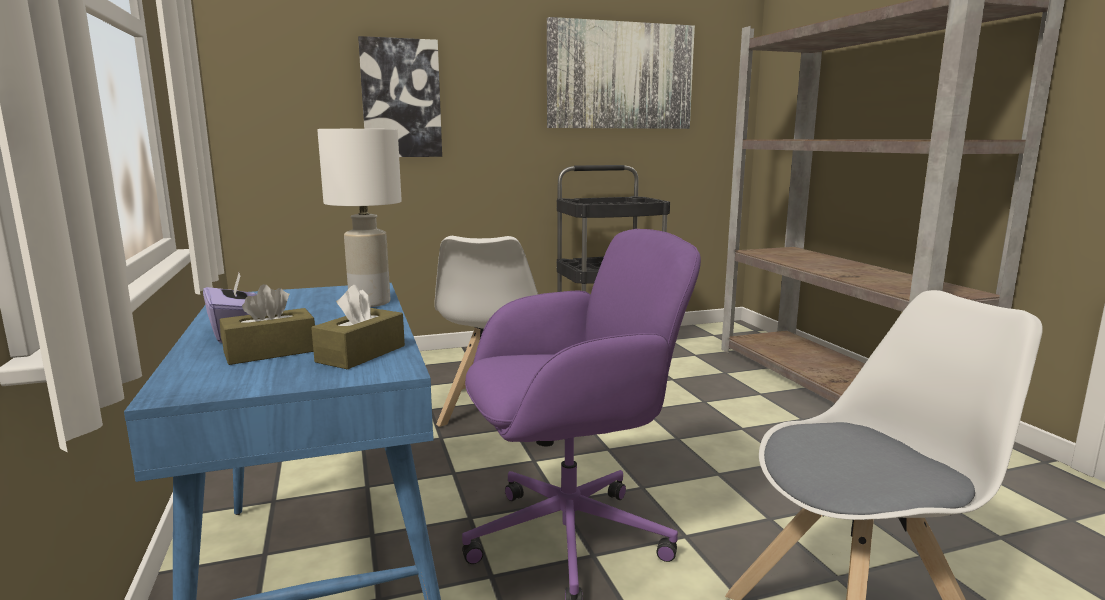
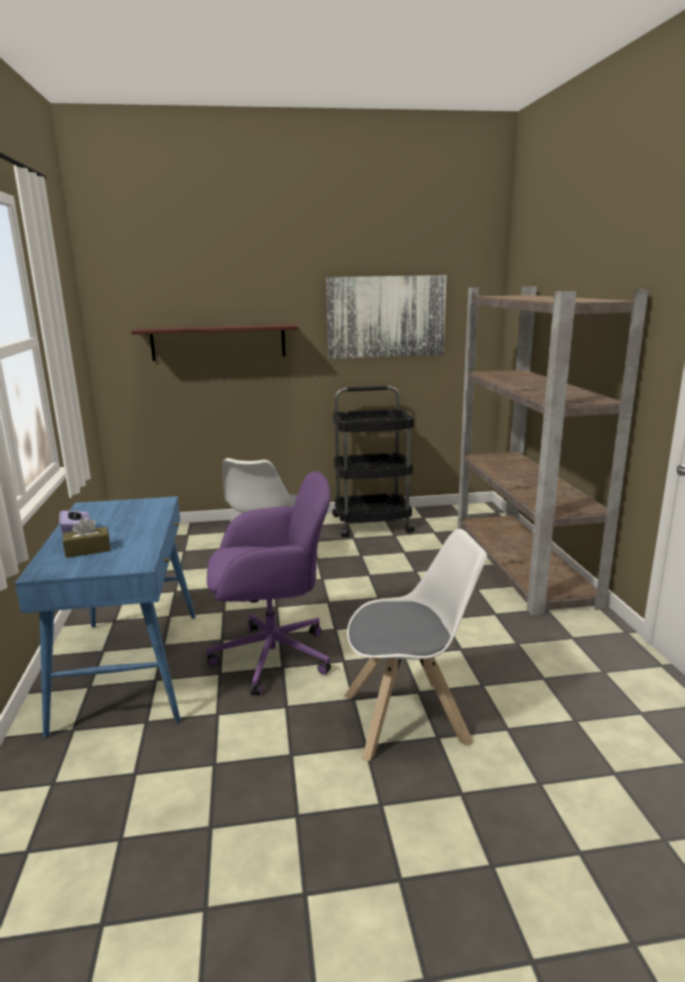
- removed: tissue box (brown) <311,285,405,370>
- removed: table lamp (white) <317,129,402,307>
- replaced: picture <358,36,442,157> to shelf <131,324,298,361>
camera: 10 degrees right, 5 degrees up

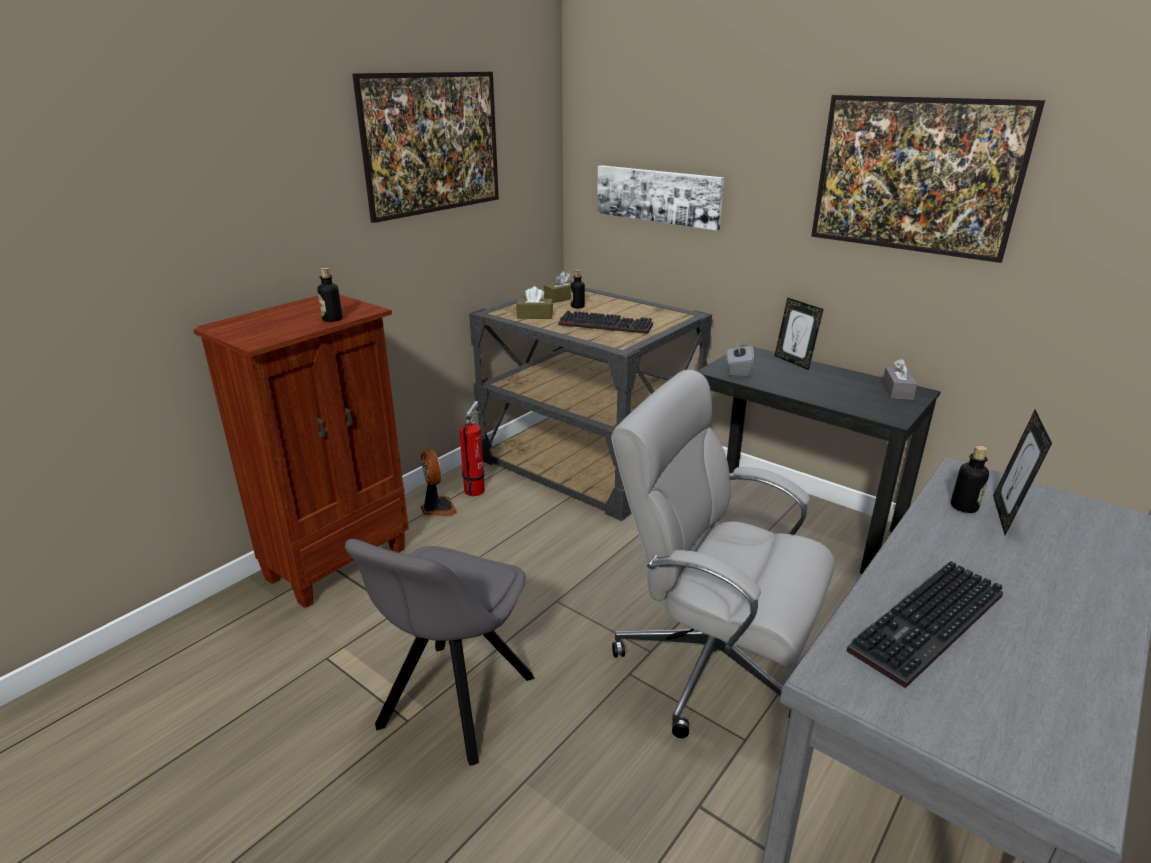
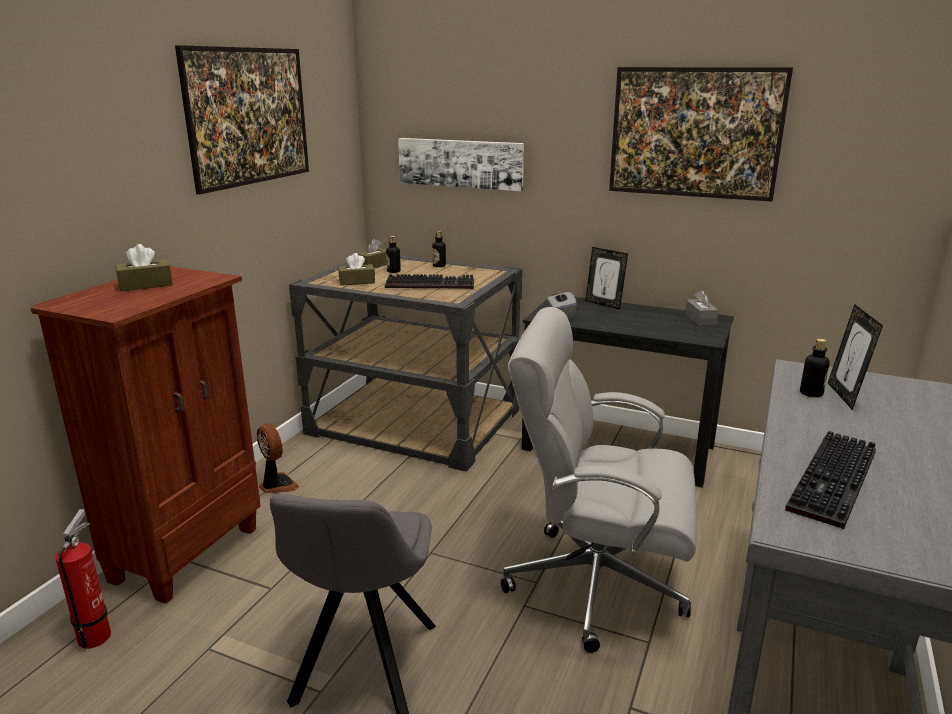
- moved: bottle <317,268,342,322> to <432,231,446,267>
- moved: fire extinguisher <459,401,485,496> to <55,509,111,649>
- added: tissue box (brown) <116,244,173,291>
camera: 15 degrees left, 5 degrees down

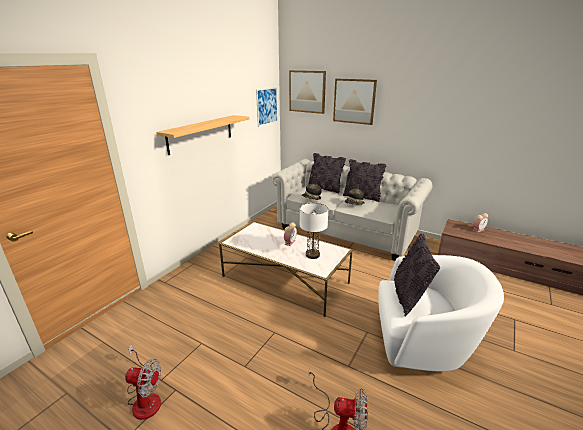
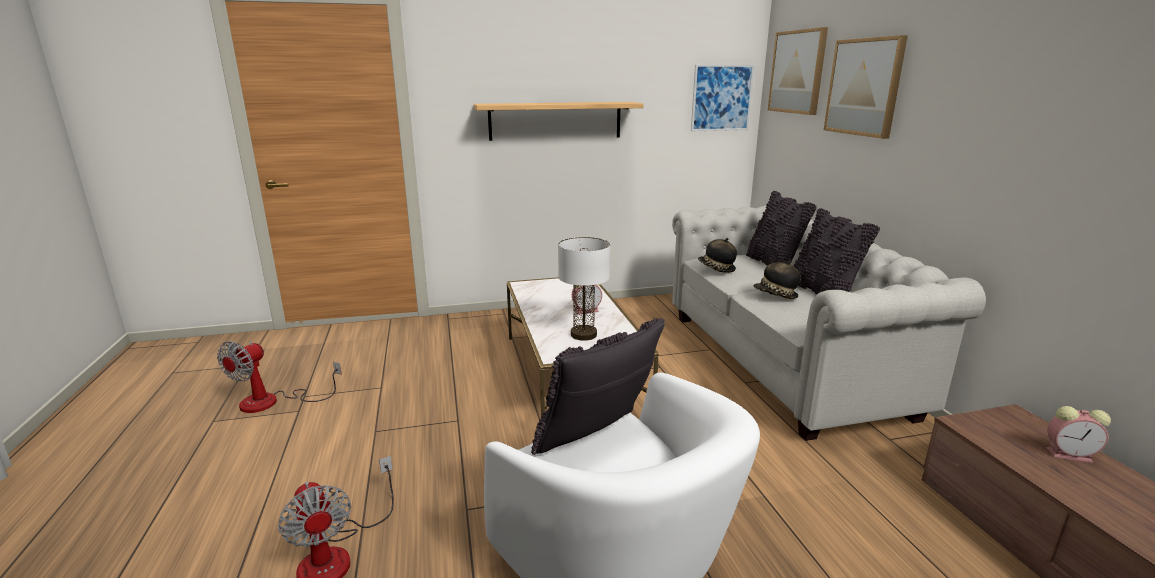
- turned: fan <125,344,161,420> = <217,341,342,413> 60 degrees clockwise
camera: 45 degrees right, 5 degrees down

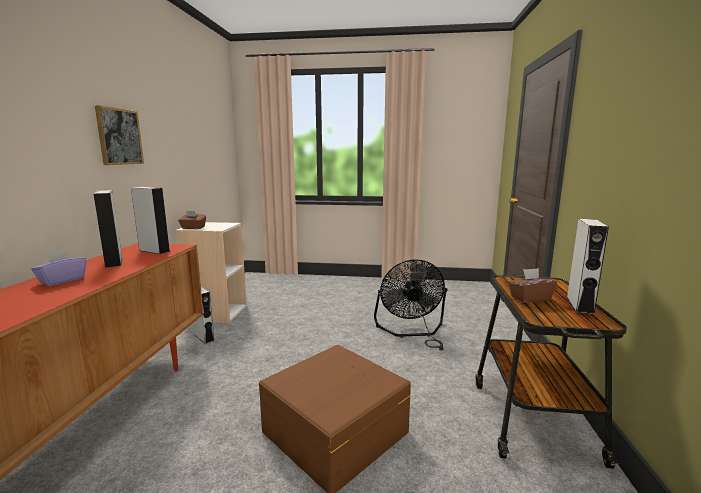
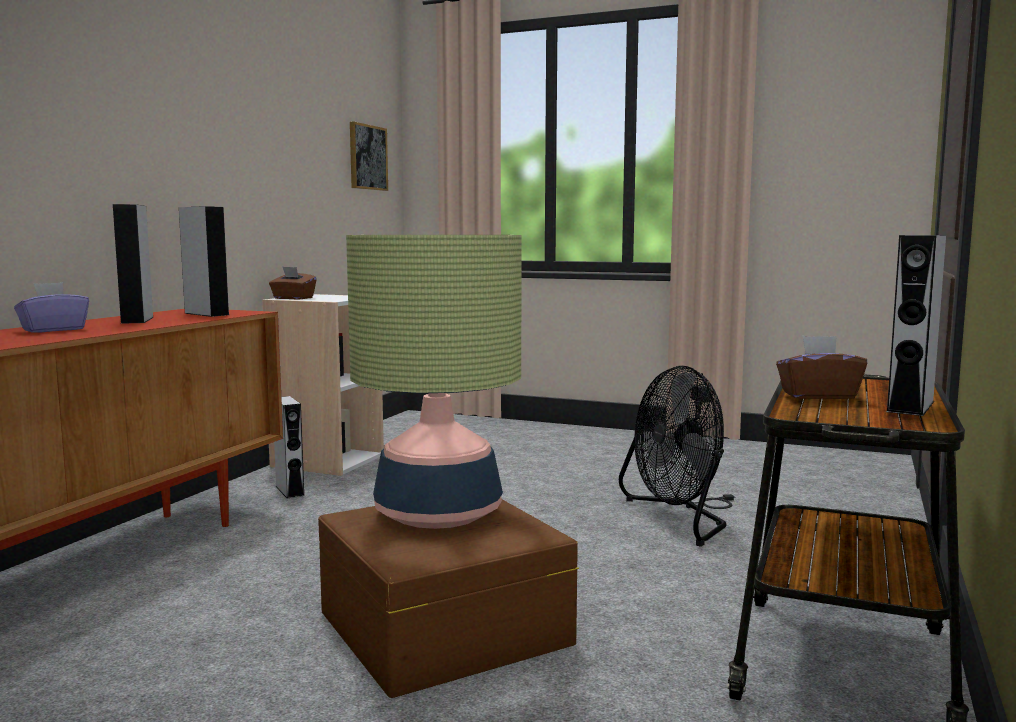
- moved: picture <95,105,144,165> to <350,121,388,191>
- turned: fan (black) <374,260,447,350> = <619,366,736,547> 120 degrees counterclockwise
- added: table lamp <346,235,522,529>
camera: 15 degrees right, 5 degrees down

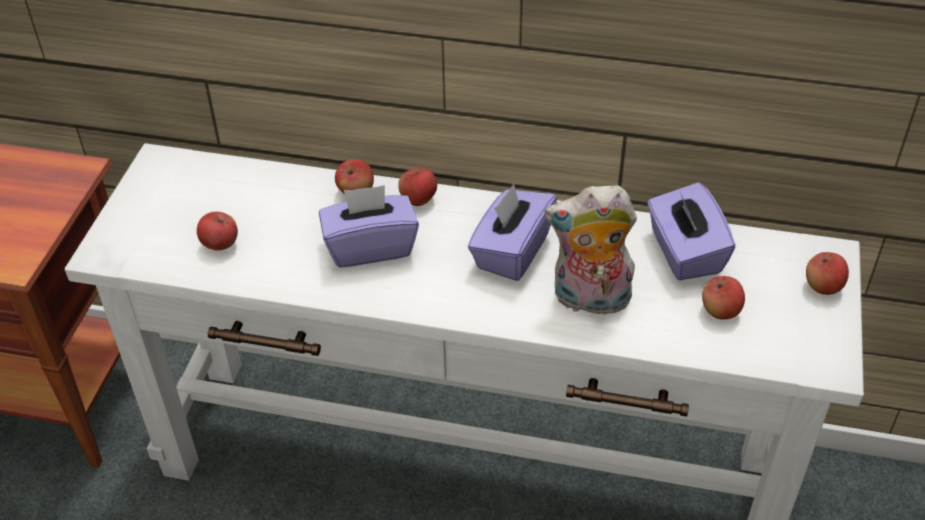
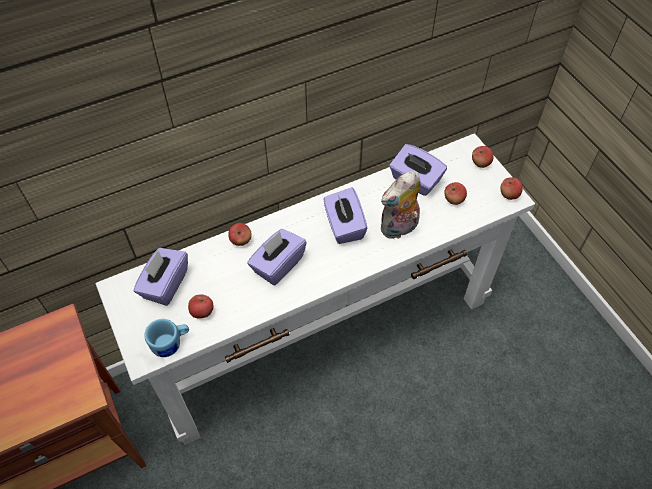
- moved: apple <398,167,437,206> to <500,177,523,200>
- added: tissue box (purple) <133,248,188,306>
- added: mug (blue) <144,319,189,357>
camera: 40 degrees left, 10 degrees up

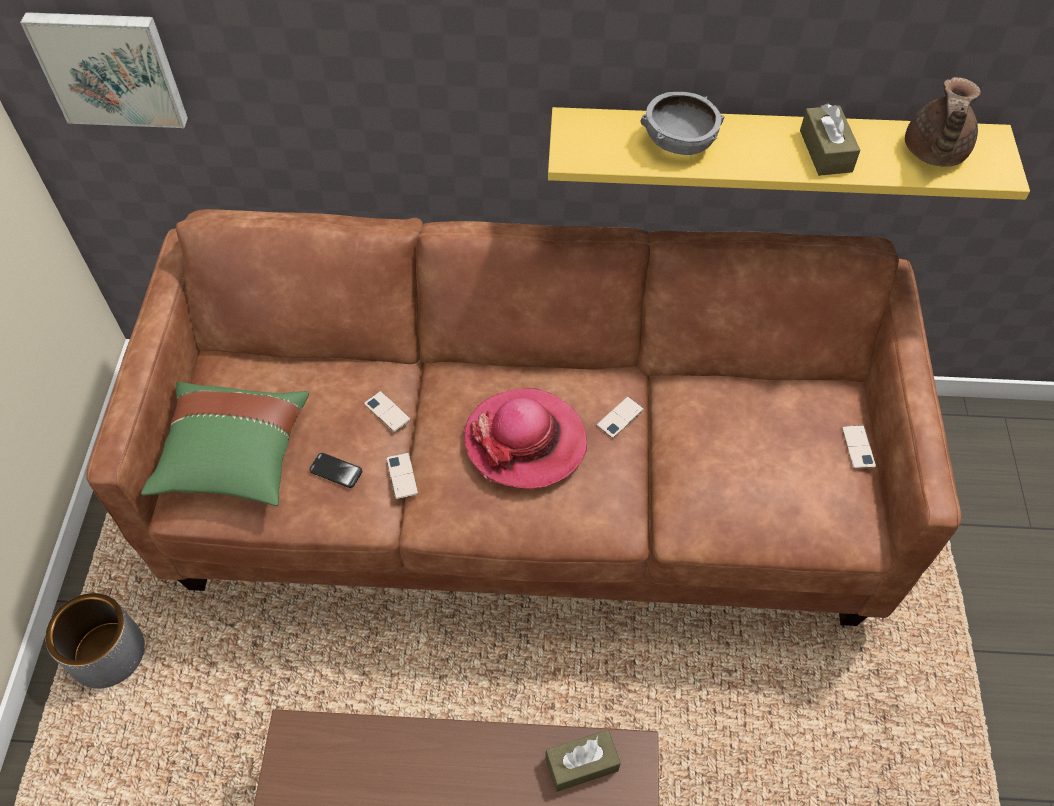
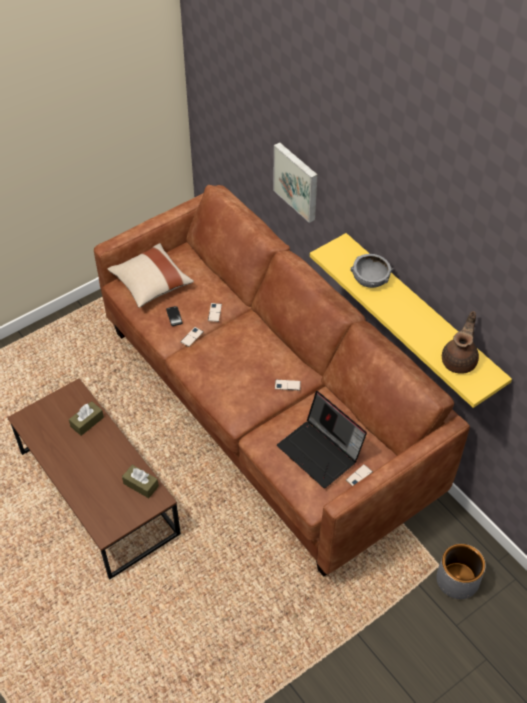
- moved: picture <20,12,188,128> to <273,142,318,223>
- moved: planter (grey) <45,593,145,689> to <436,543,486,599>
- recoloured: pillow (green) <141,382,309,506> to pillow (beige) <107,243,194,308>
- removed: hat <464,388,587,489>
- moved: tissue box (brown) <800,104,861,176> to <69,401,104,436>
- turned: teapot (brown) <905,77,981,167> = <442,311,479,374> 135 degrees clockwise
- added: laptop <277,391,367,488>
camera: 50 degrees right, 5 degrees down

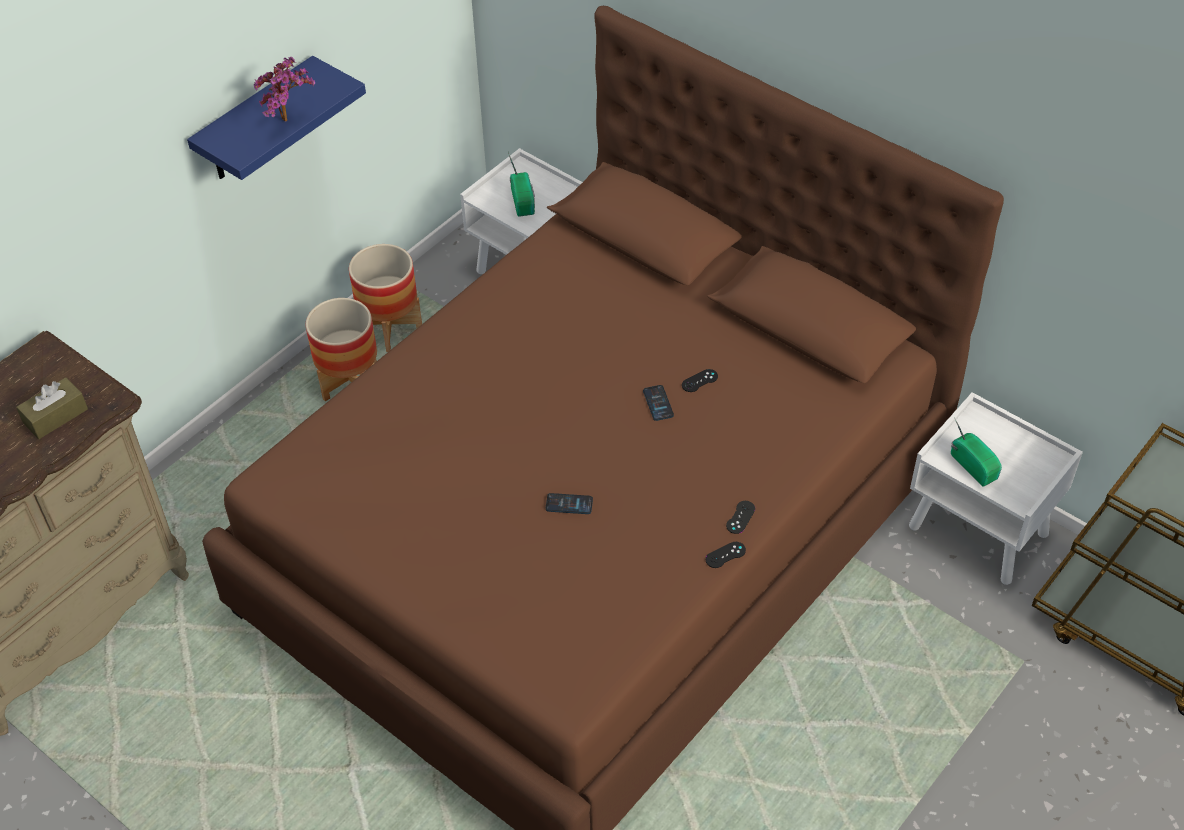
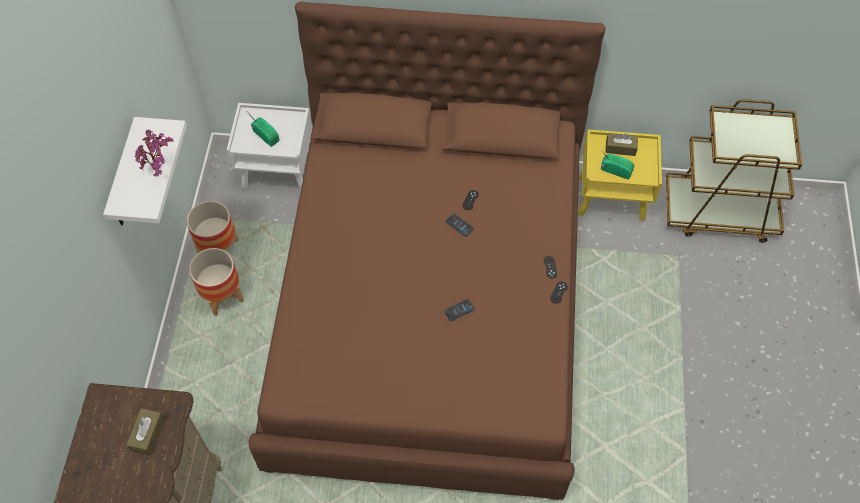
- recoloured: shelf (blue) <187,56,366,180> to shelf (white) <103,117,187,225>
- recoloured: nightstand (white) <909,392,1083,585> to nightstand (yellow) <578,129,662,221>
- added: tissue box (brown) <605,133,638,156>
camera: 35 degrees left, 10 degrees up

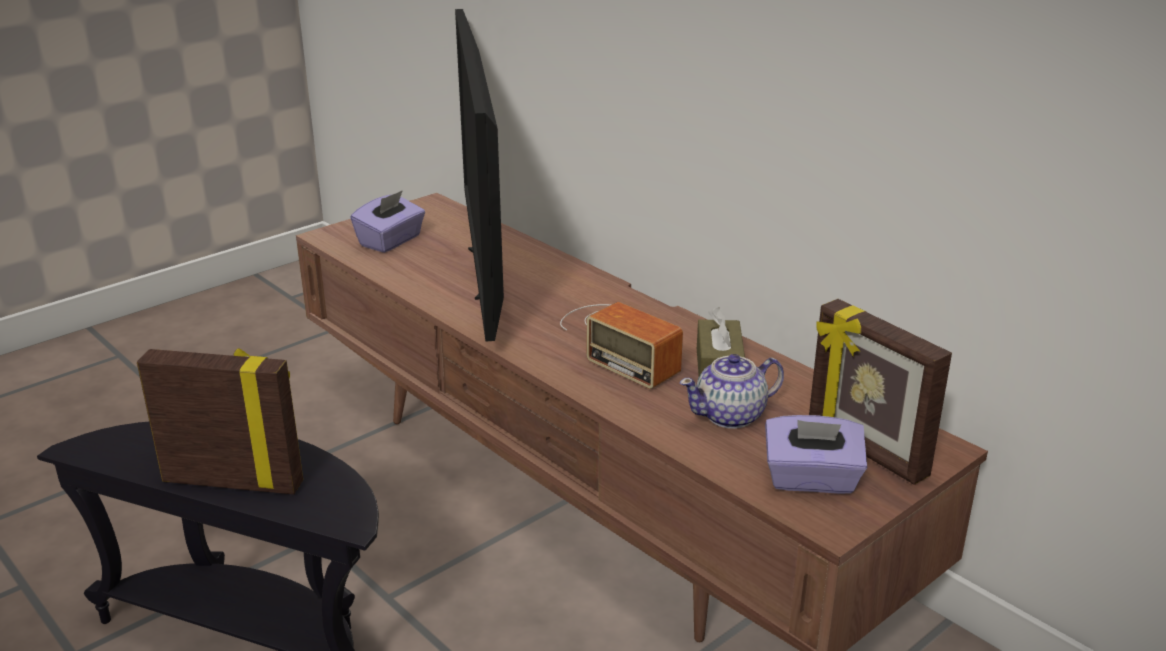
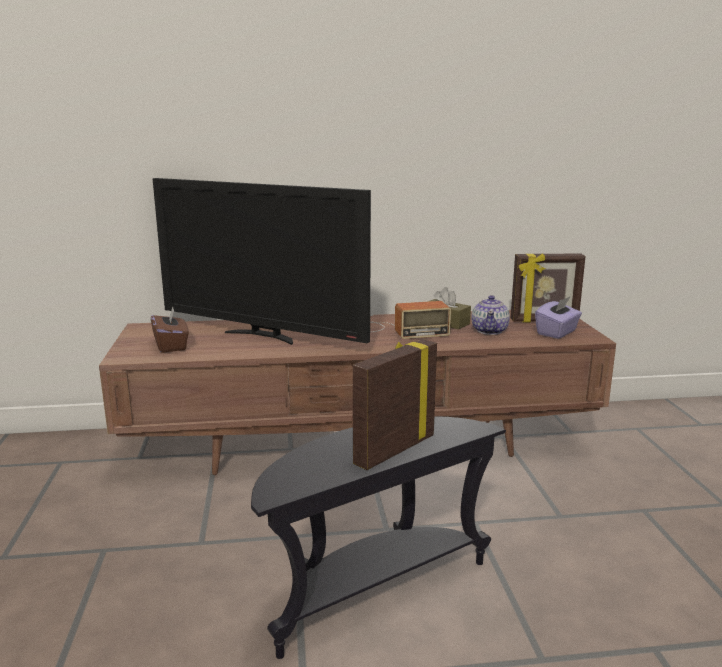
- recoloured: tissue box (purple) <350,190,425,253> to tissue box (brown) <151,307,189,353>
camera: 55 degrees left, 10 degrees down

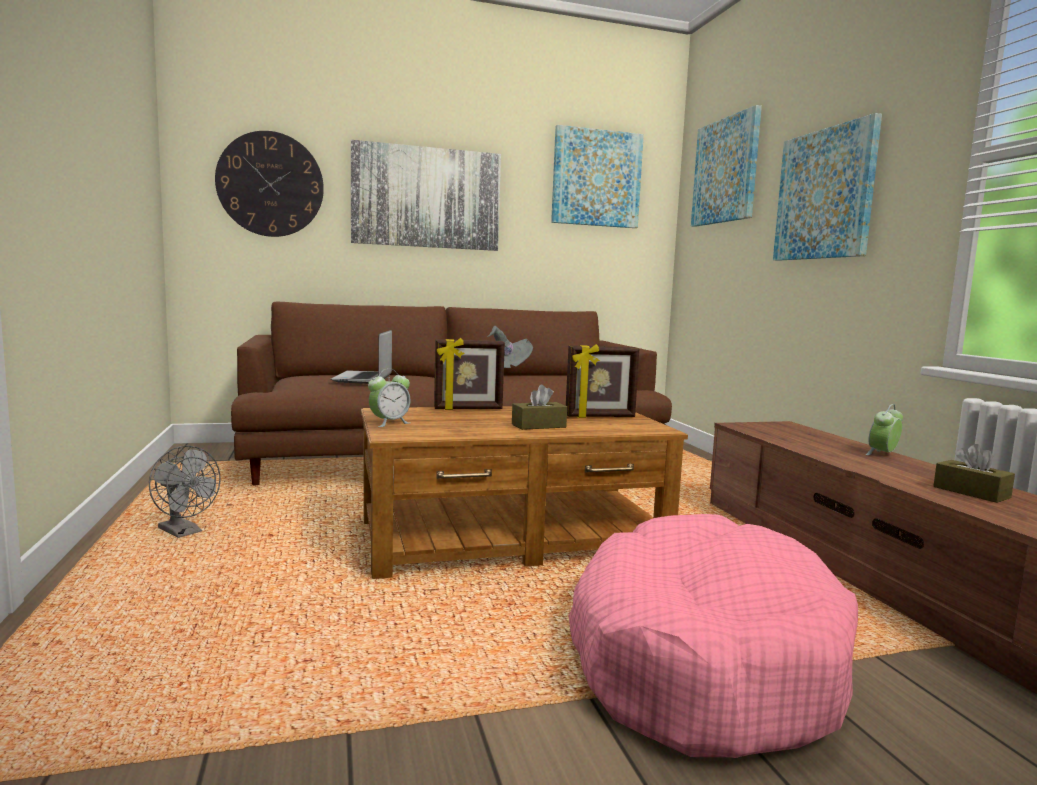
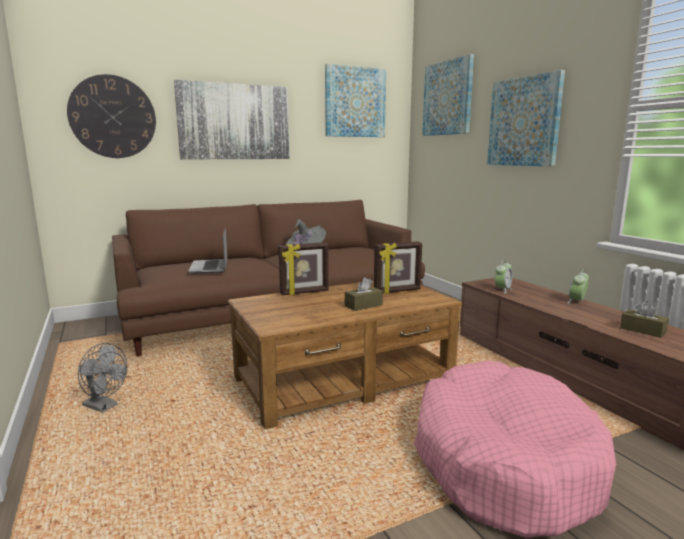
- moved: alarm clock <368,369,410,427> to <495,260,512,294>
camera: 10 degrees left, 5 degrees up

